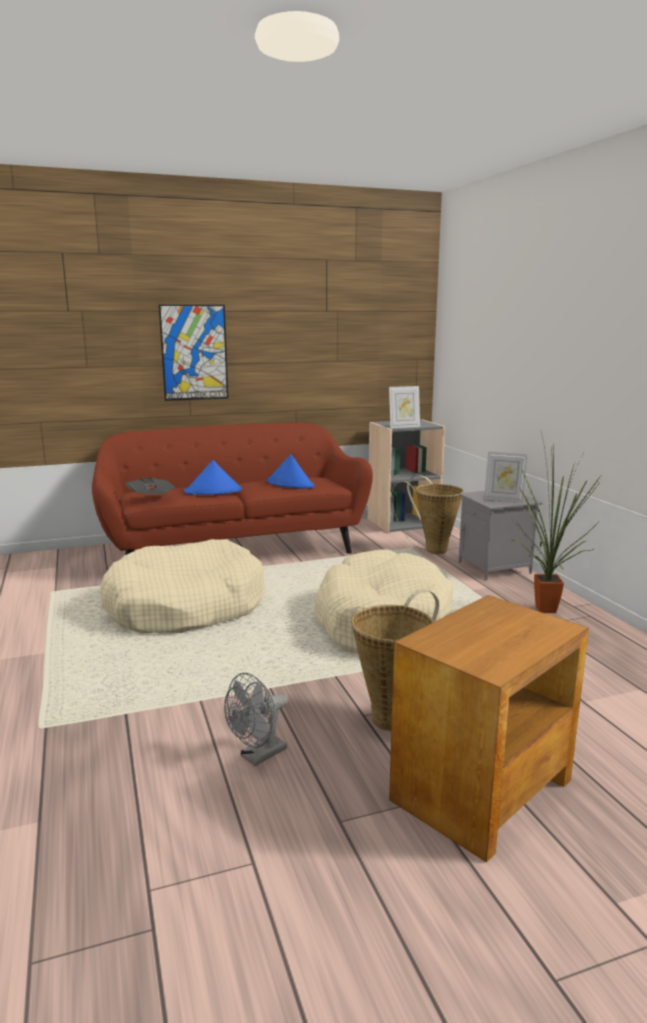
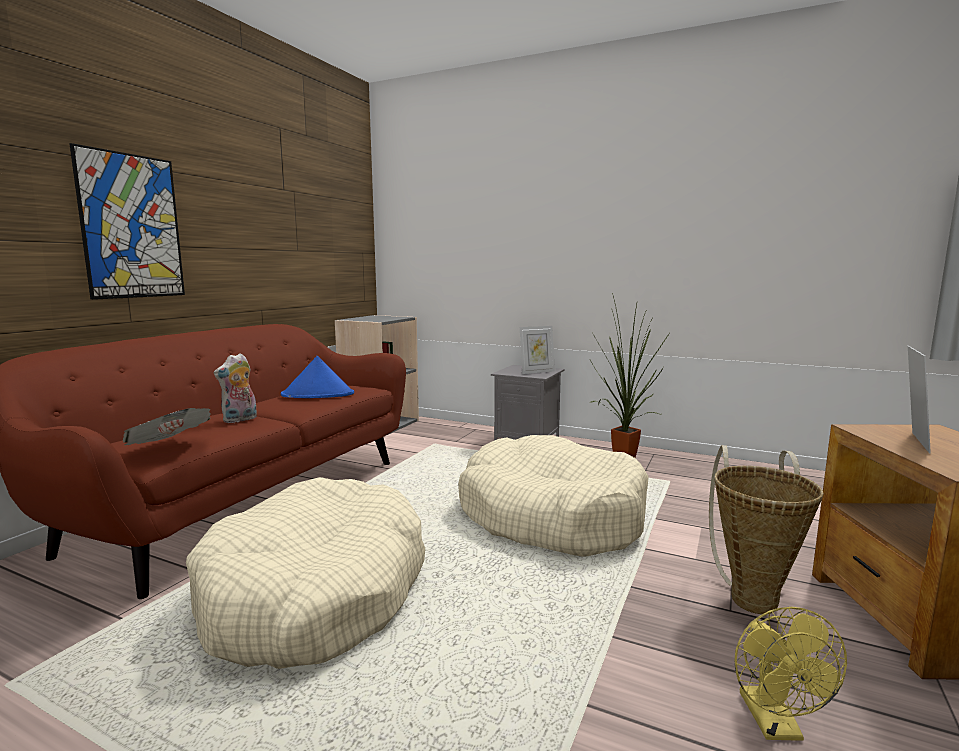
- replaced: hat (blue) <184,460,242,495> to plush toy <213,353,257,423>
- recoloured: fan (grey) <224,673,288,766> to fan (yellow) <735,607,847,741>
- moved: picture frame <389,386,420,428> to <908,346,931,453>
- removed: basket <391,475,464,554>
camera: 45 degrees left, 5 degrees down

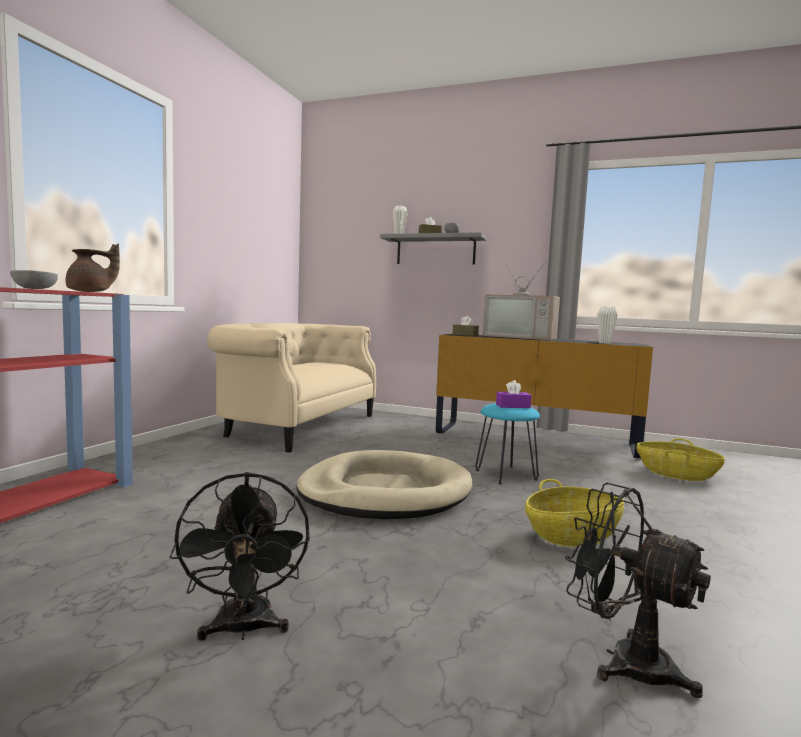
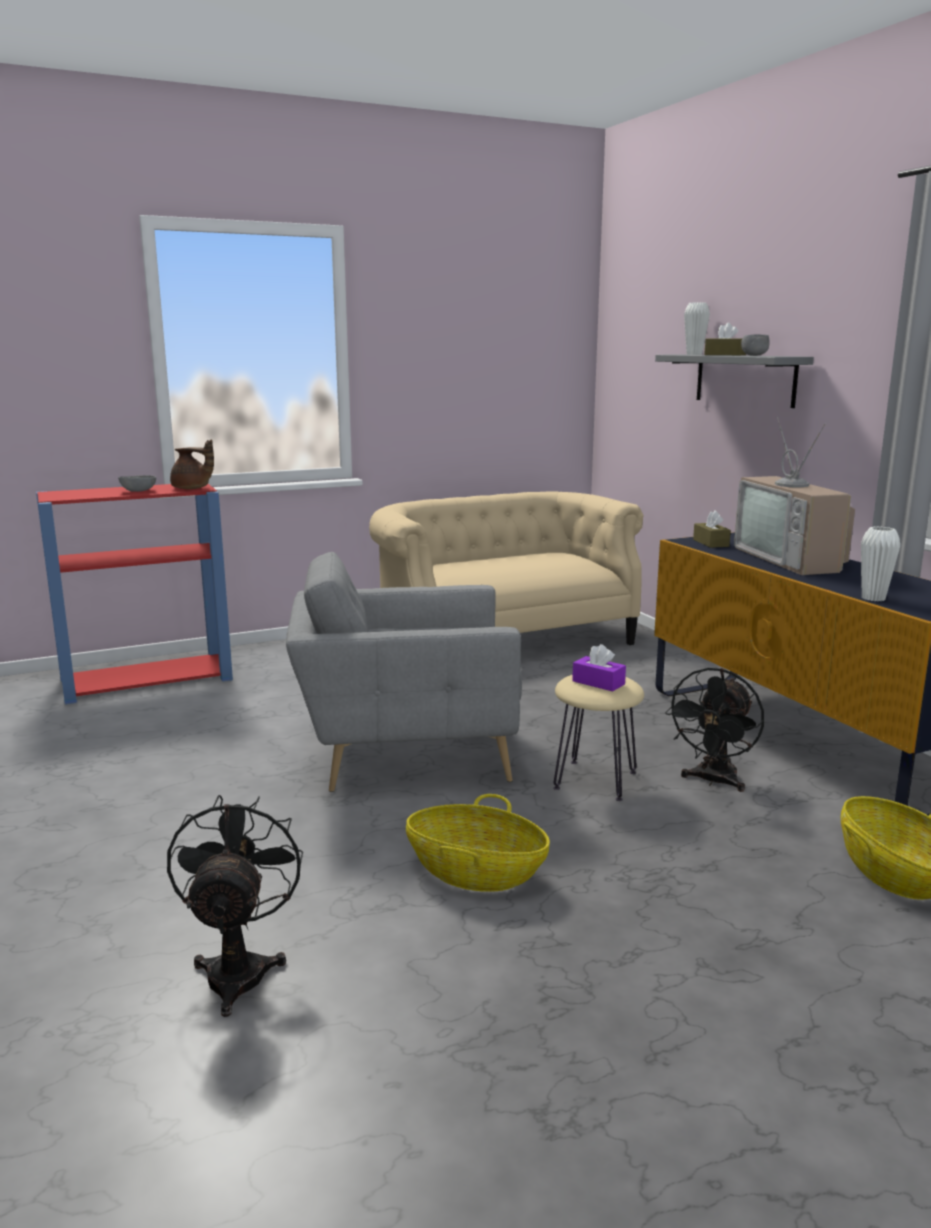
- moved: fan (black) <170,472,310,641> to <665,668,764,792>
- replaced: dog bed (beige) <296,450,472,519> to armchair (grey) <286,552,522,792>
- recoloured: stool (turquoise) <475,403,540,485> to stool (beige) <553,675,644,801>
camera: 45 degrees right, 10 degrees up

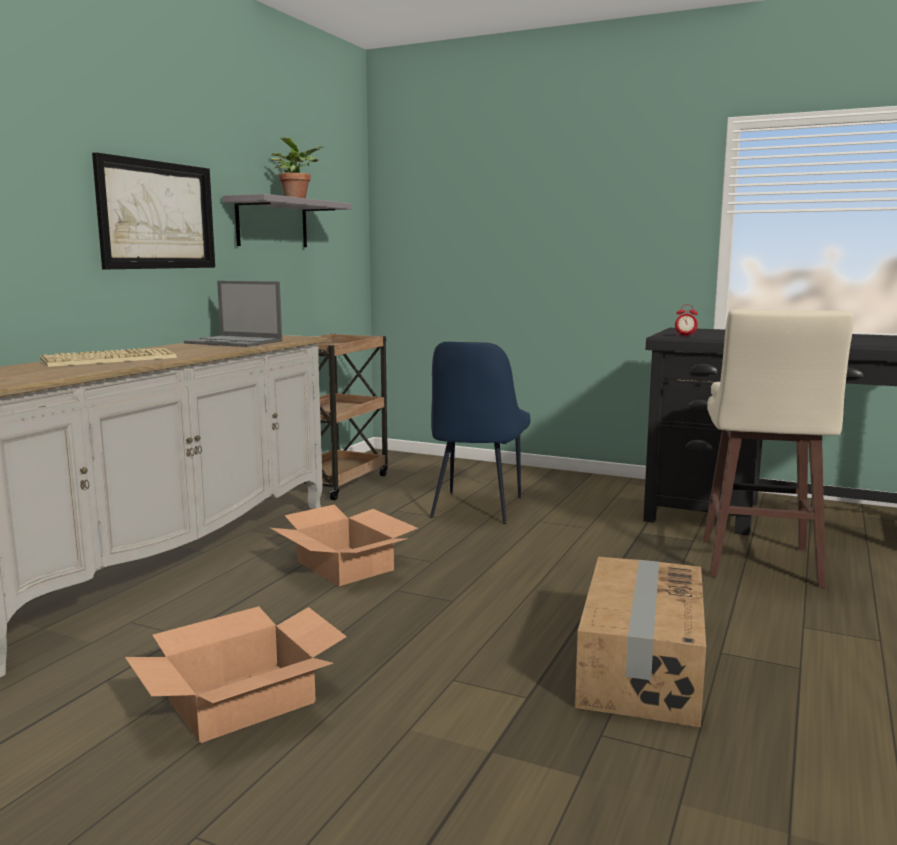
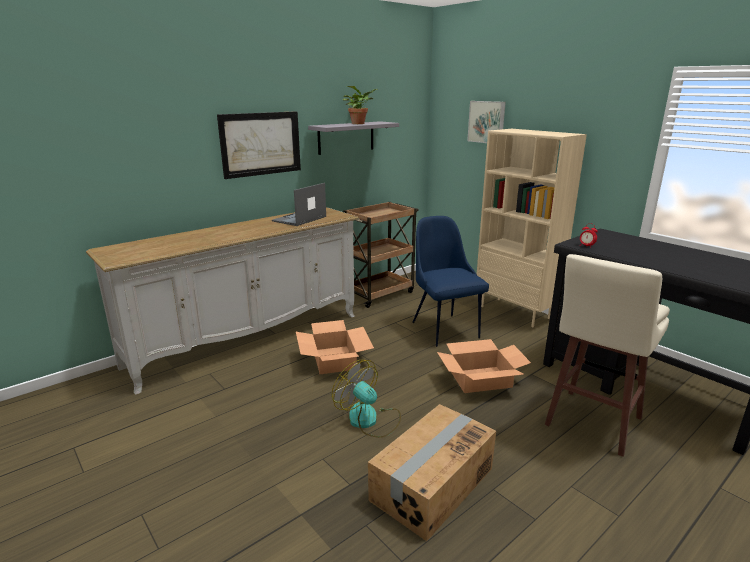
- removed: keyboard <40,348,177,367>
- moved: cardboard box <125,606,347,743> to <437,339,531,393>
- turned: laptop <184,281,282,347> = <272,183,326,226> 75 degrees clockwise
- turned: chair (blue) <430,342,530,524> = <412,216,489,347> 120 degrees clockwise
- added: fan <332,360,401,438>
- added: picture <467,101,506,143>
- added: bookcase (beige) <477,129,587,328>
camera: 25 degrees right, 10 degrees up

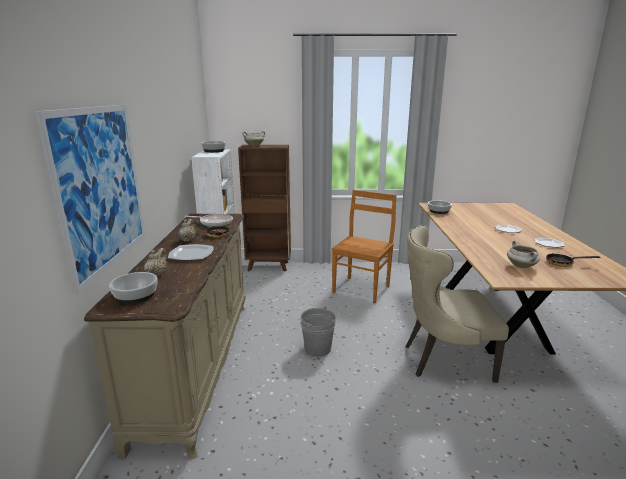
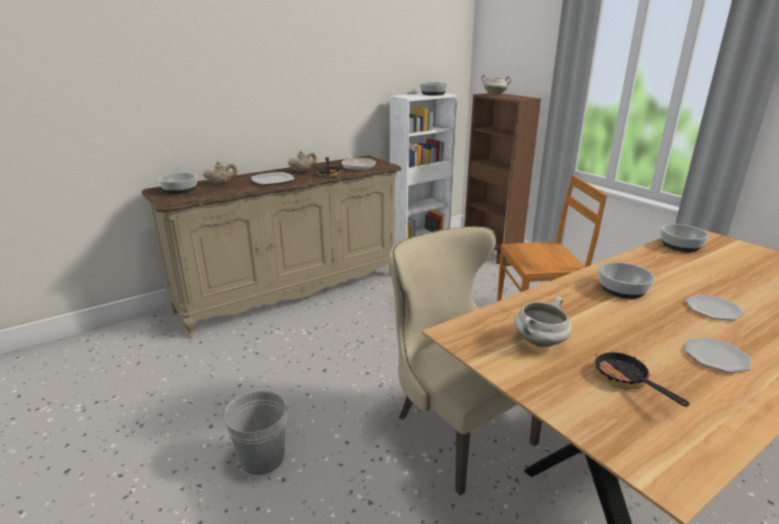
- removed: picture <35,105,145,294>
- moved: bucket (grey) <300,306,336,357> to <220,390,291,475>
- added: bowl <598,262,655,299>
camera: 55 degrees right, 5 degrees up

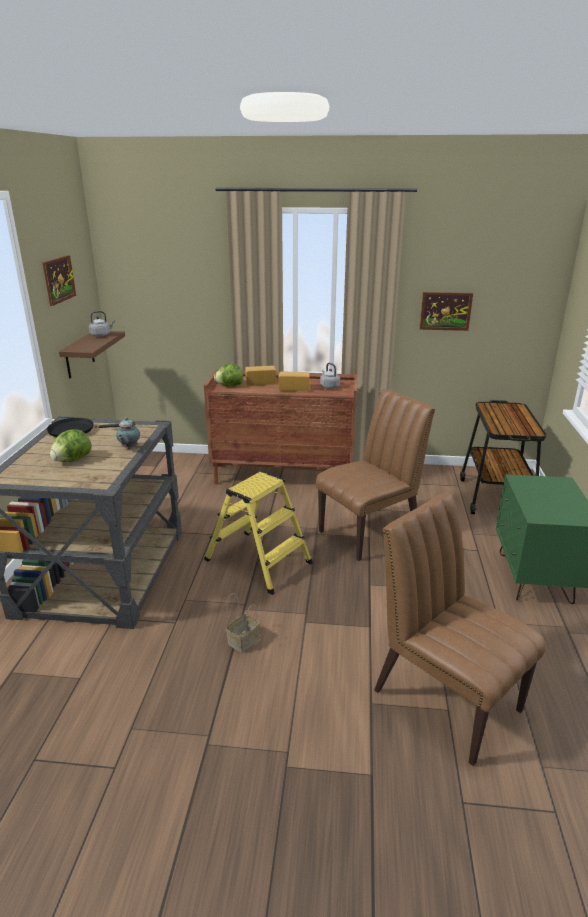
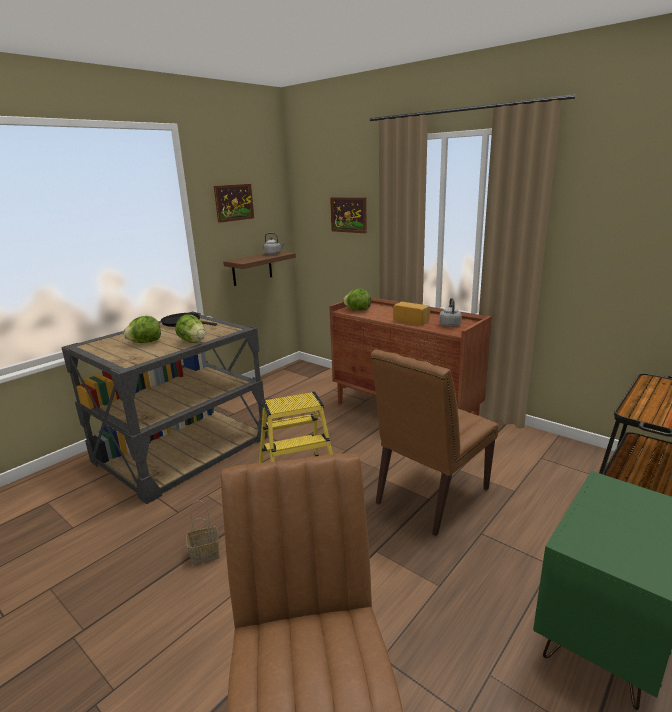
- replaced: teapot <116,417,140,449> to lettuce <175,314,205,343>
- removed: bread <245,366,276,386>
- turned: chair (brown) <316,389,435,561> = <370,349,499,536> 135 degrees clockwise
- moved: picture <419,292,473,331> to <330,197,367,233>
camera: 35 degrees right, 5 degrees down

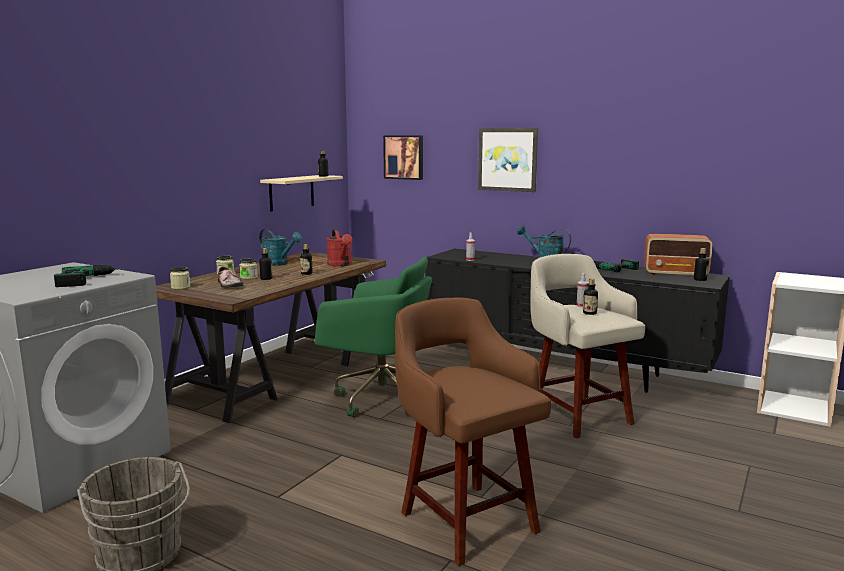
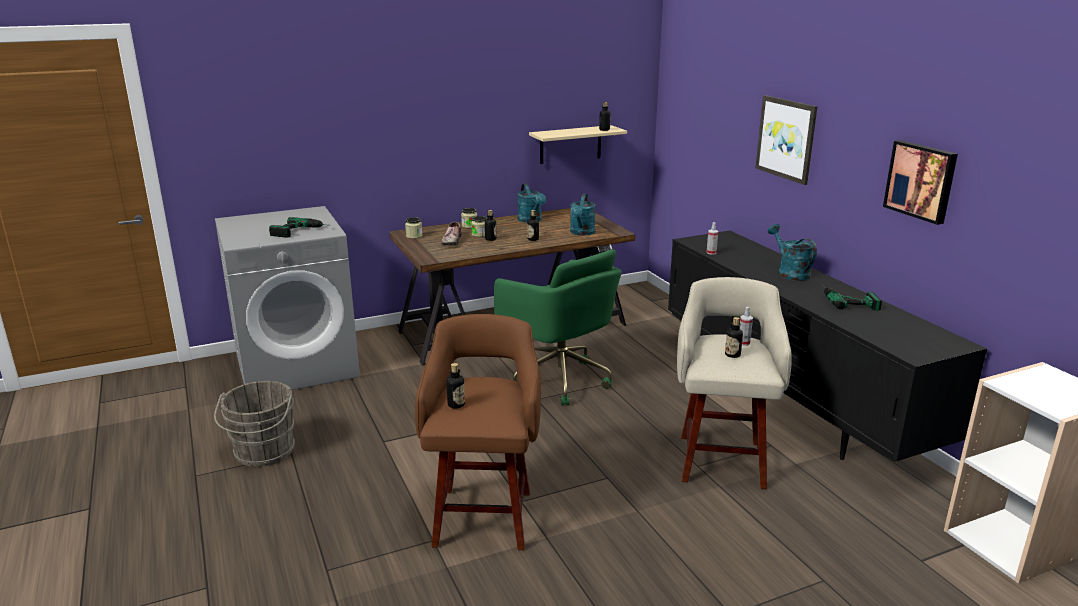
- recoloured: watering can (red) <327,229,353,267> to watering can (turquoise) <570,194,595,236>
- moved: picture <383,135,423,180> to <883,140,958,225>
- removed: radio <644,234,713,275>
- moved: bottle <694,248,709,281> to <446,363,465,409>
camera: 35 degrees right, 10 degrees up

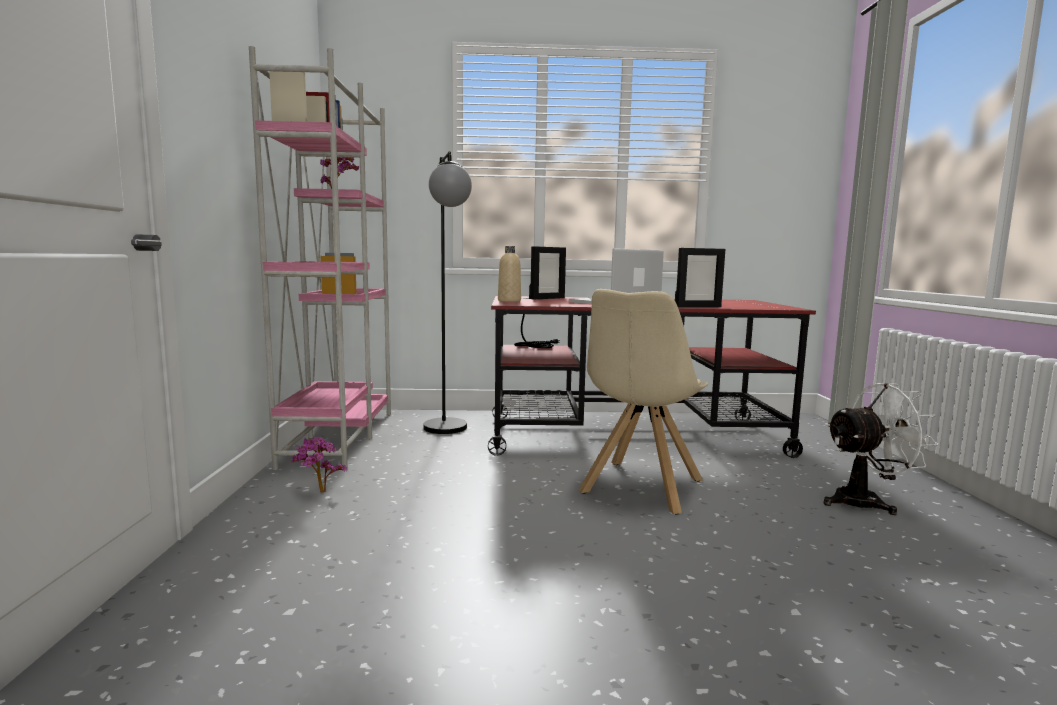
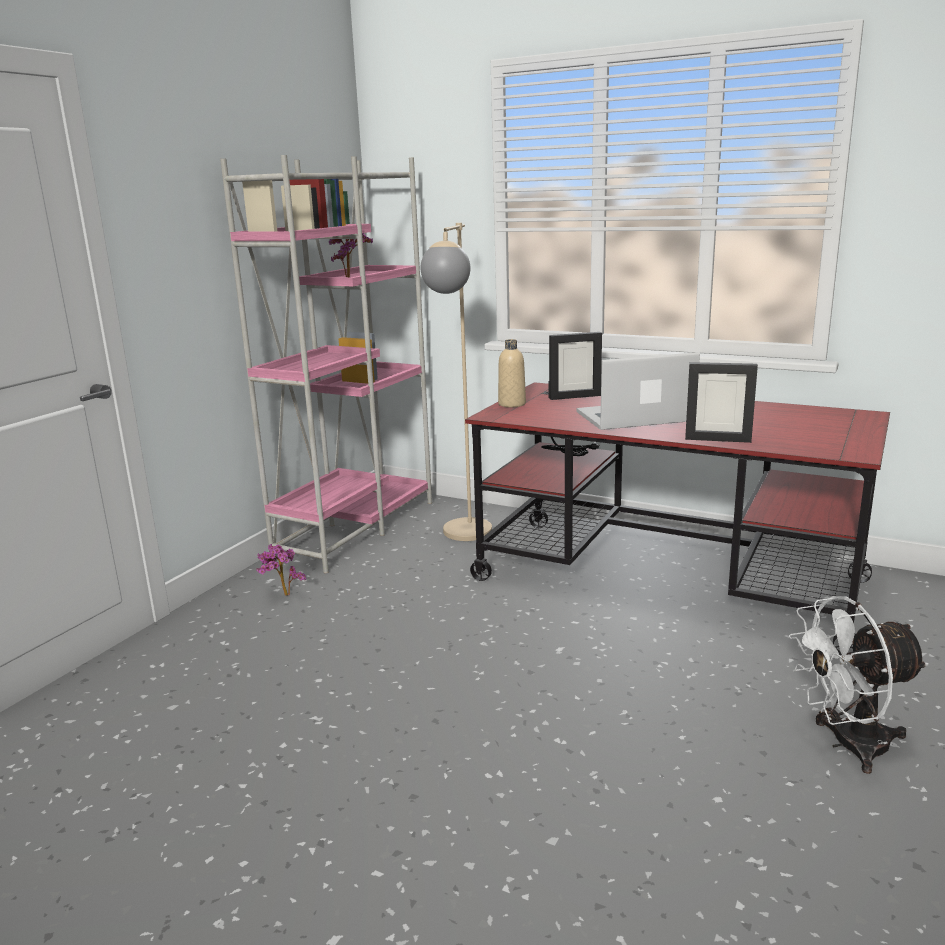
- recoloured: floor lamp (black) <423,151,472,434> to floor lamp (beige) <421,223,492,541>
- removed: chair (beige) <579,289,708,514>
- turned: fan (white) <824,383,938,515> = <788,596,929,774> 150 degrees clockwise
camera: 30 degrees right, 10 degrees up

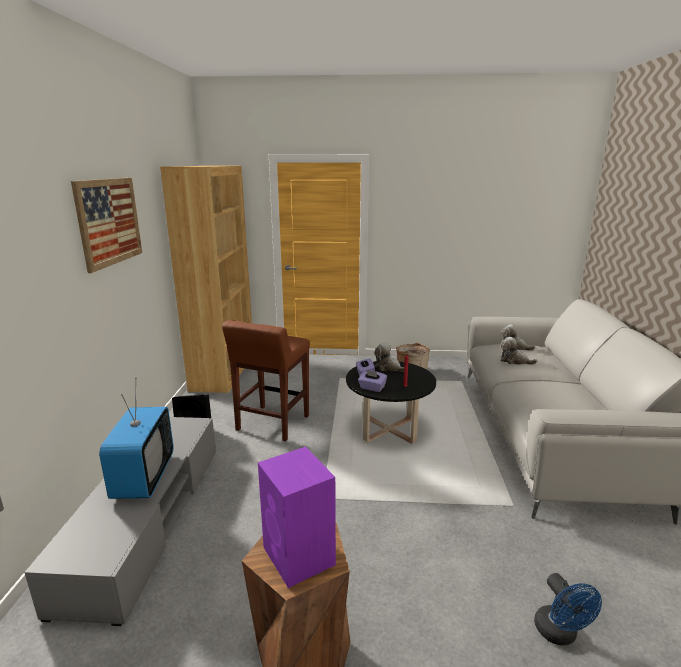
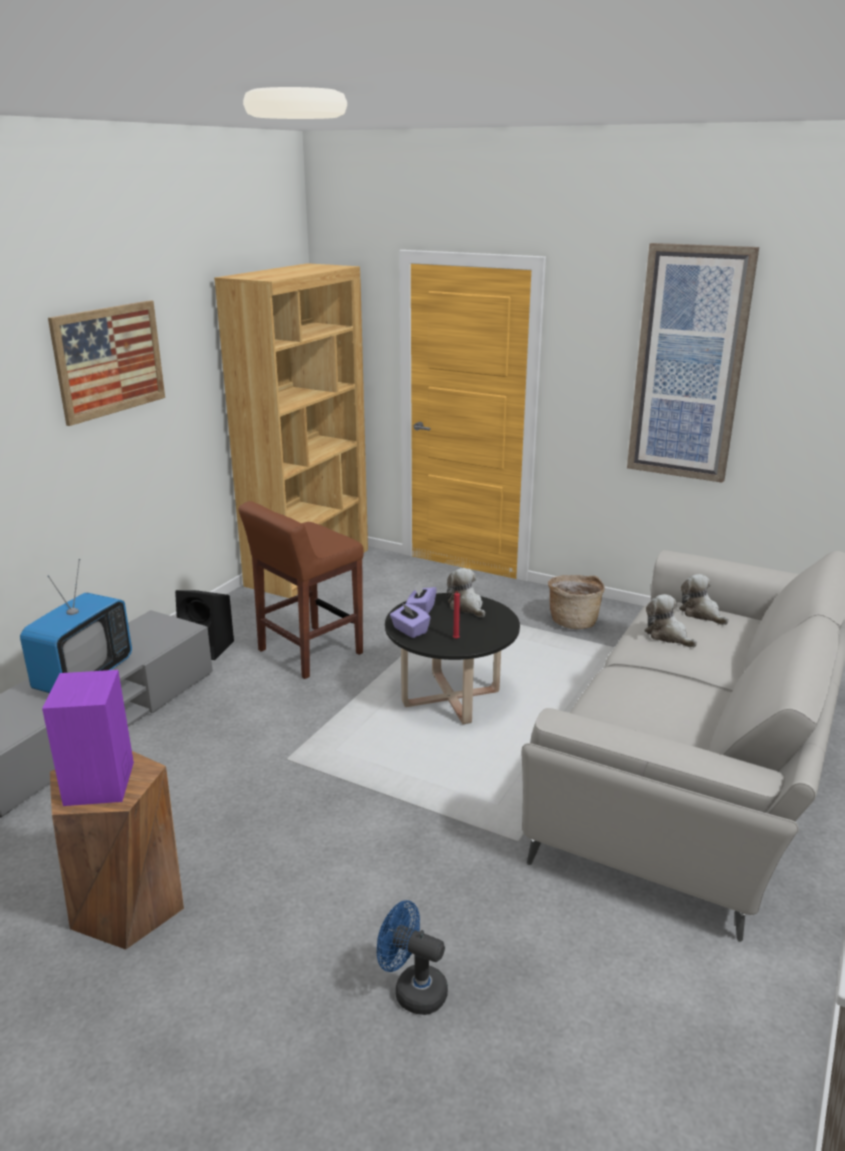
- turned: fan (blue) <534,573,602,645> = <377,900,448,1015> 105 degrees clockwise
- added: picture <627,243,759,483>
camera: 25 degrees right, 5 degrees up

